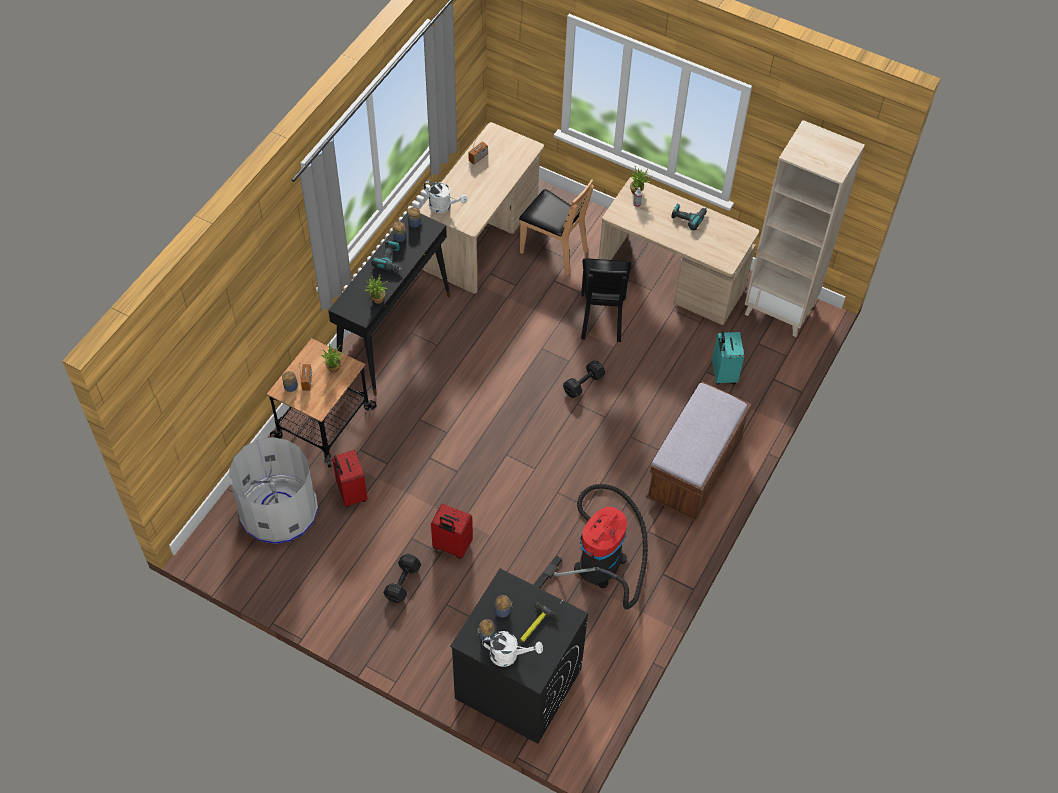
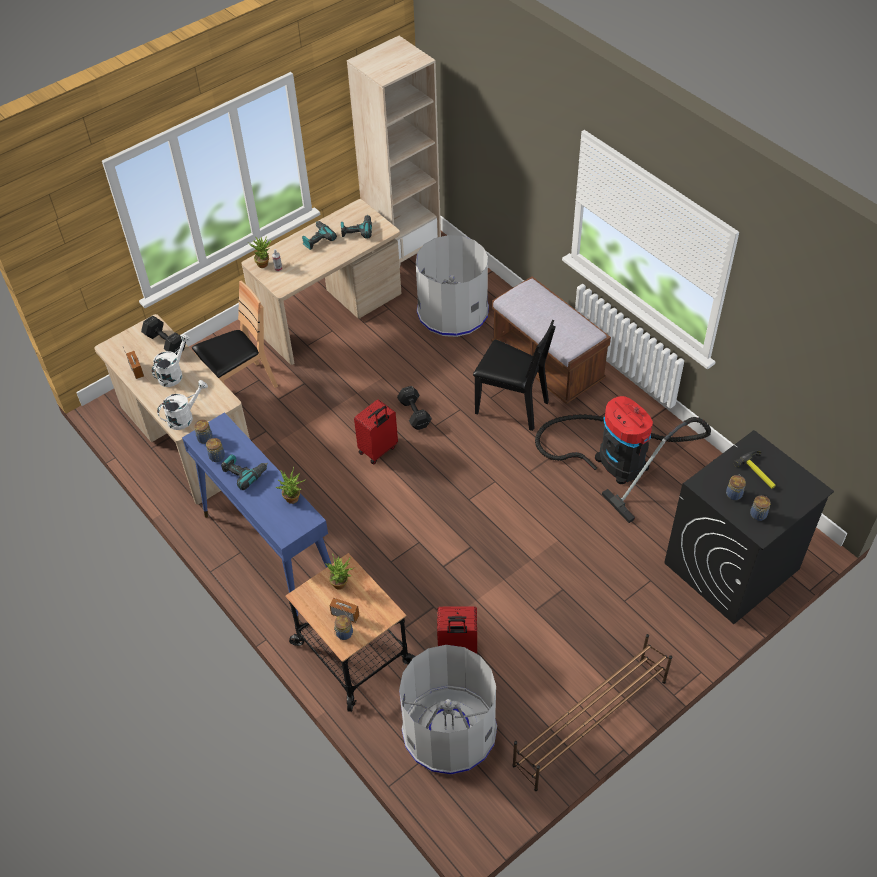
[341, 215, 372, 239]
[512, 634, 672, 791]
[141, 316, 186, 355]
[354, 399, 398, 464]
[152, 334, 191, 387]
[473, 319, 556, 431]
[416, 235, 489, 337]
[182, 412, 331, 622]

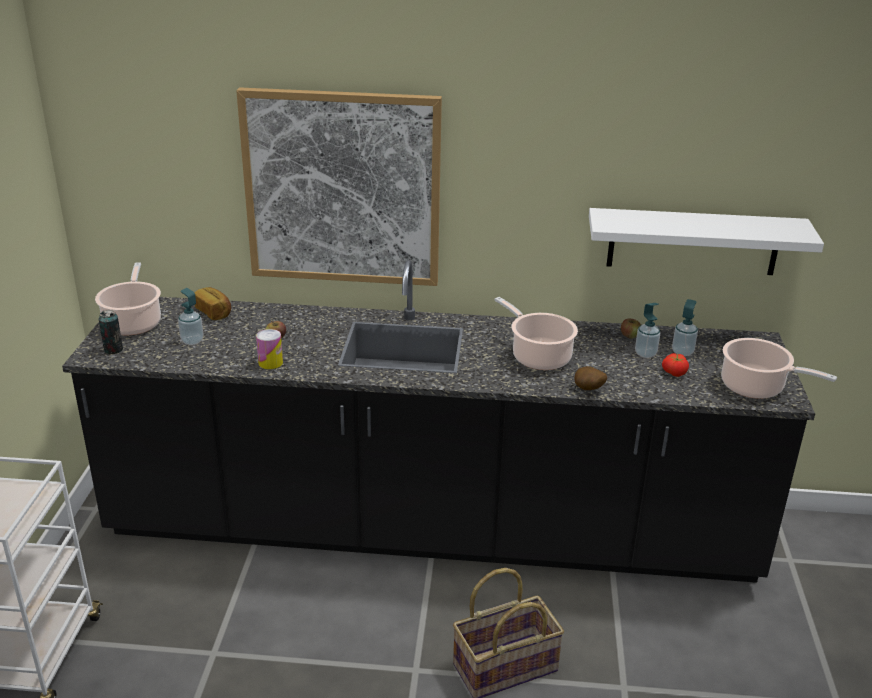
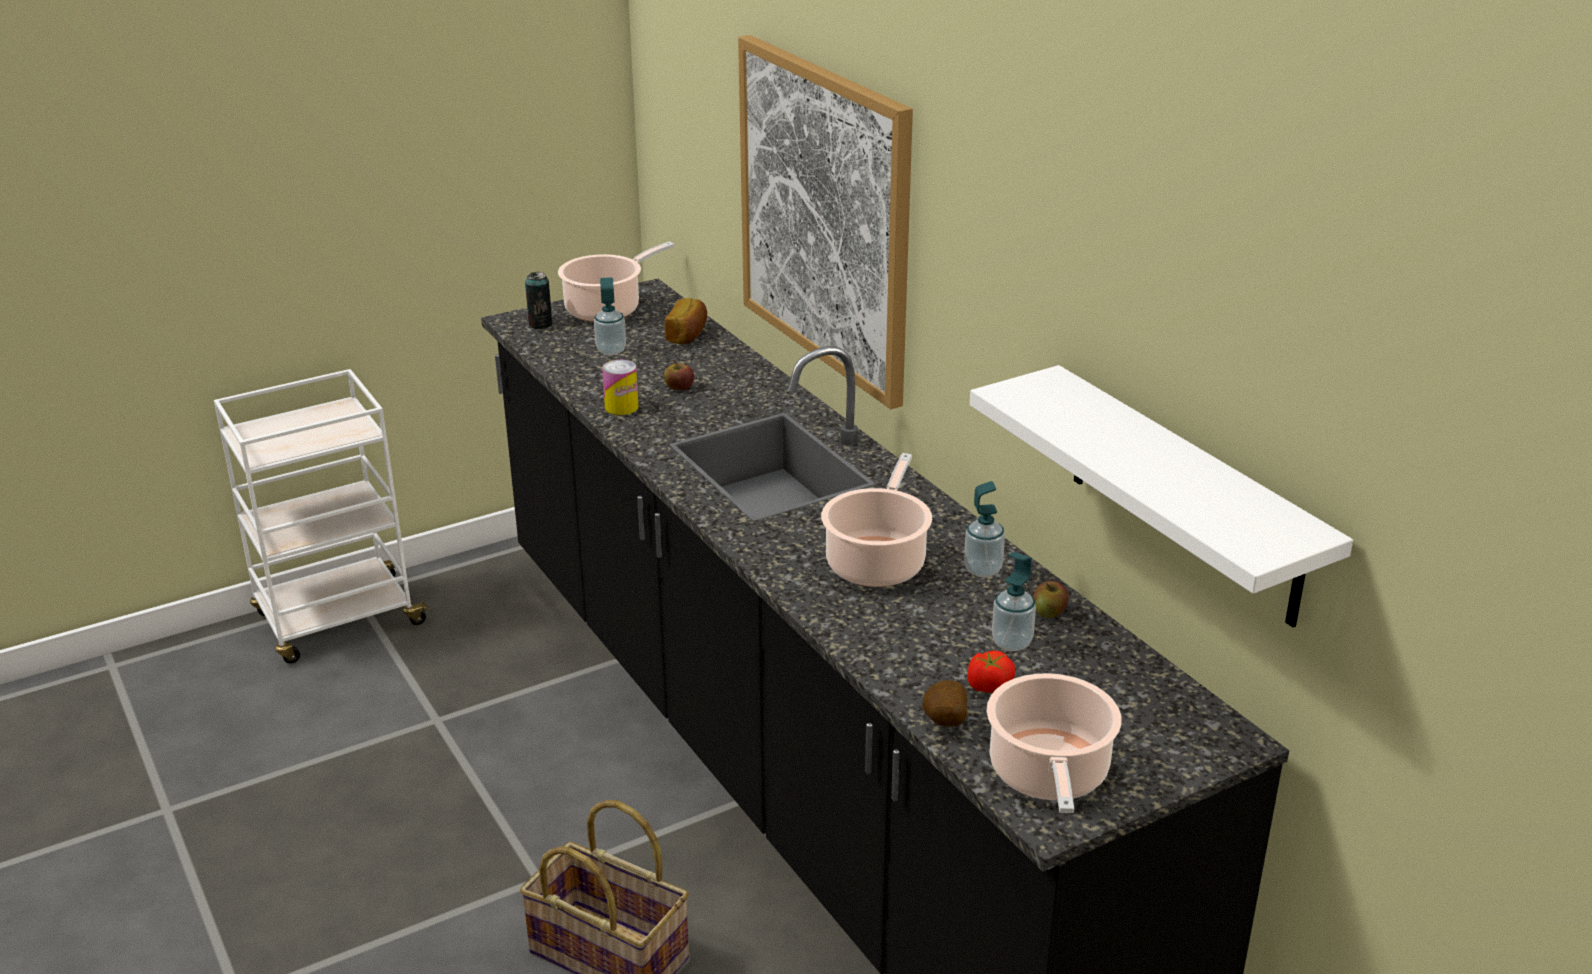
[922, 680, 967, 726]
[964, 481, 1005, 577]

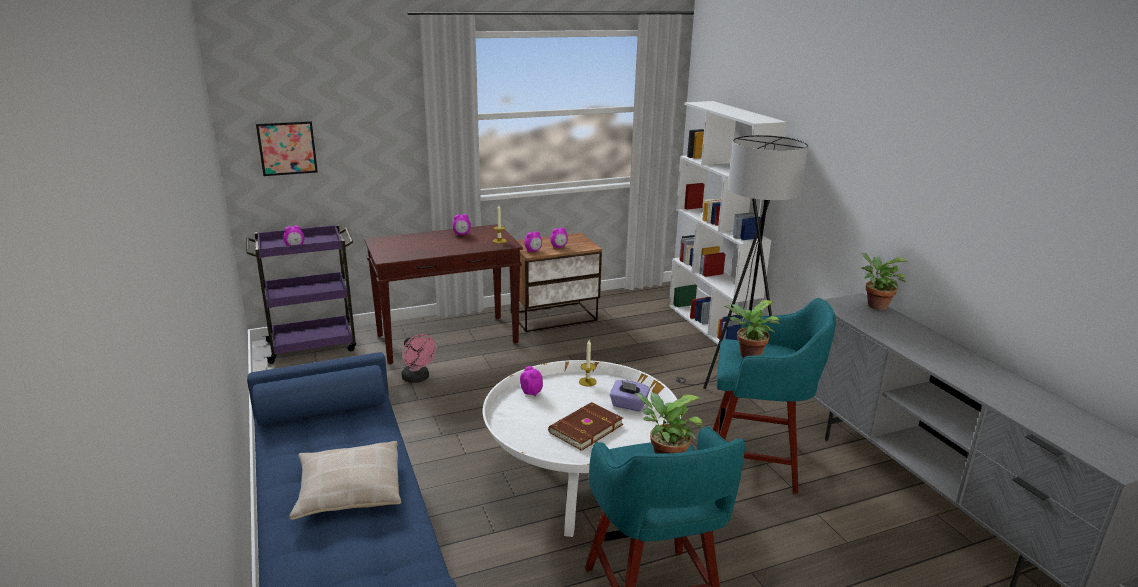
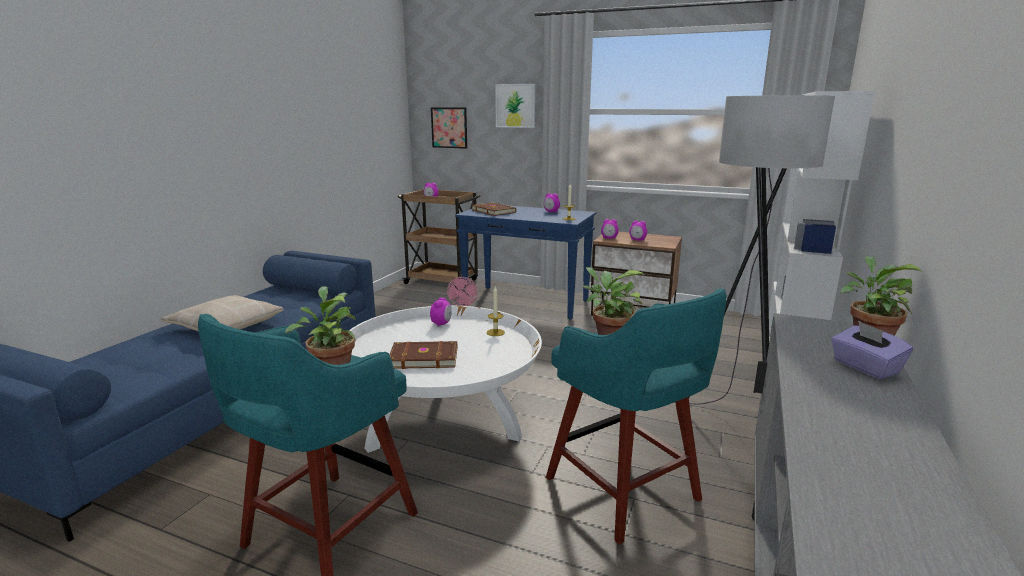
[471, 202, 516, 216]
[495, 84, 535, 128]
[831, 321, 913, 379]
[398, 189, 481, 289]
[455, 205, 596, 320]

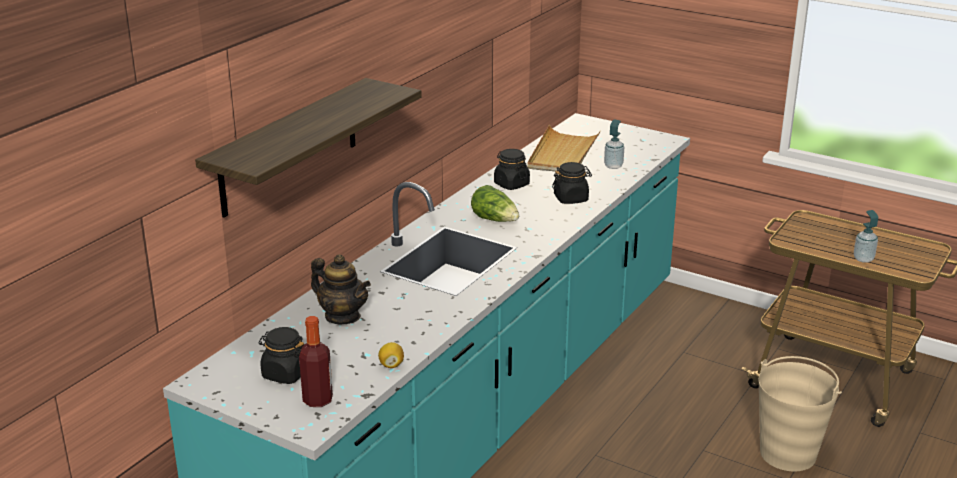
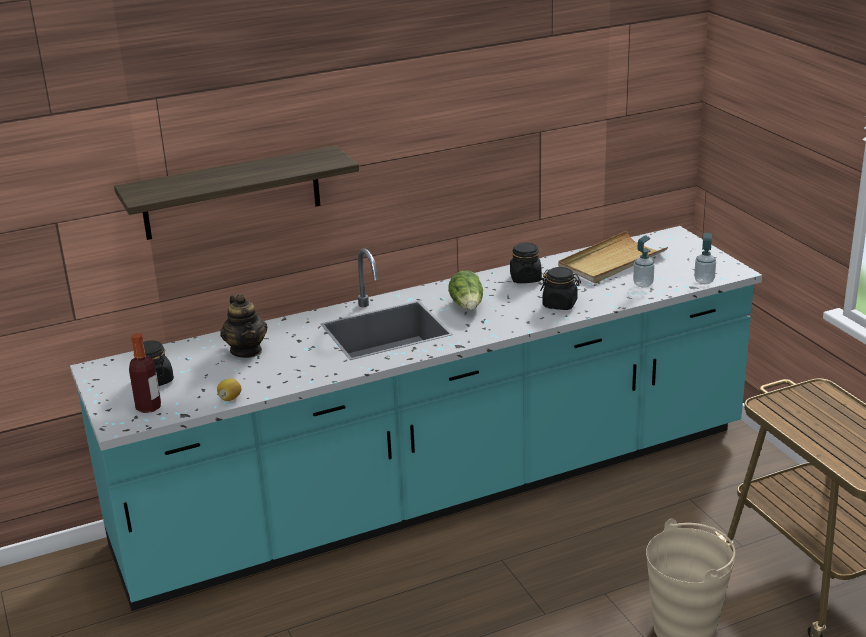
[694, 233, 716, 284]

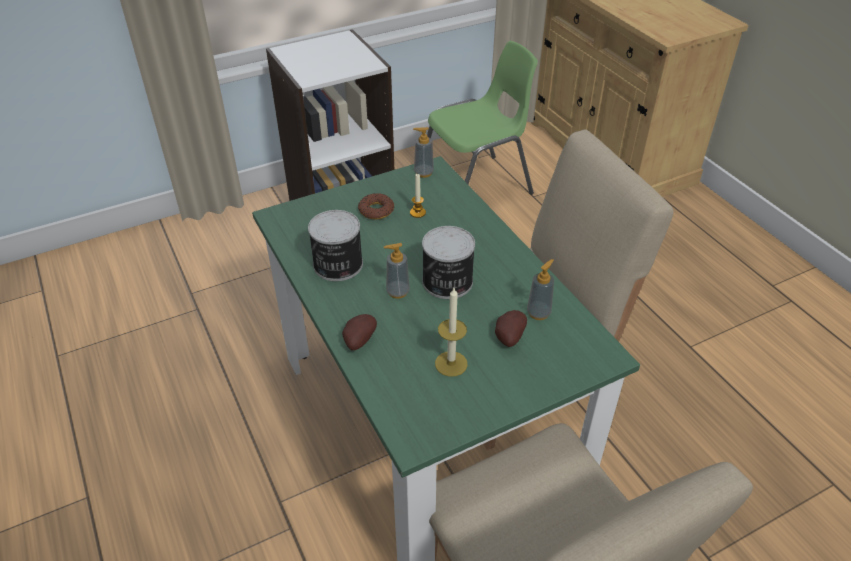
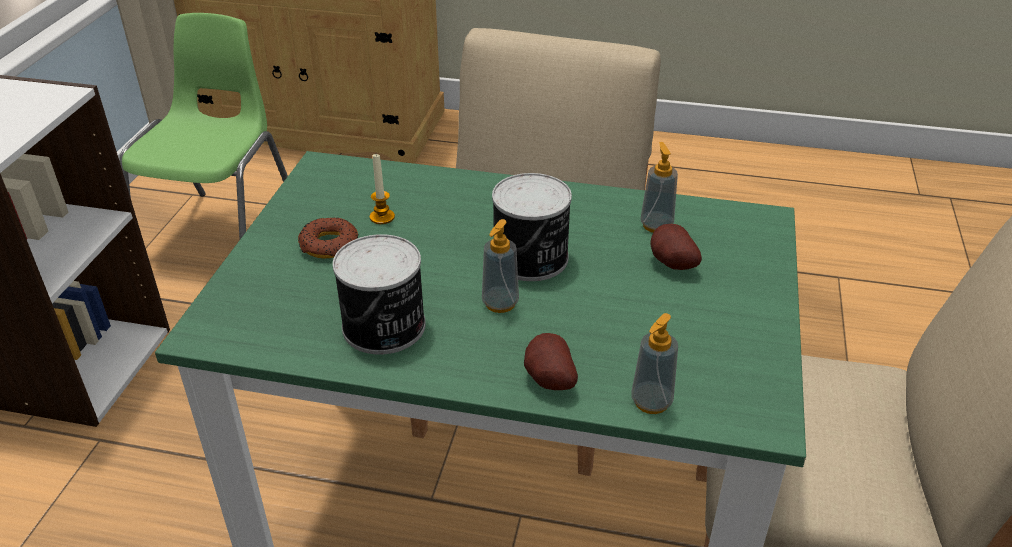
[435, 288, 468, 377] (first image)
[631, 313, 678, 414]

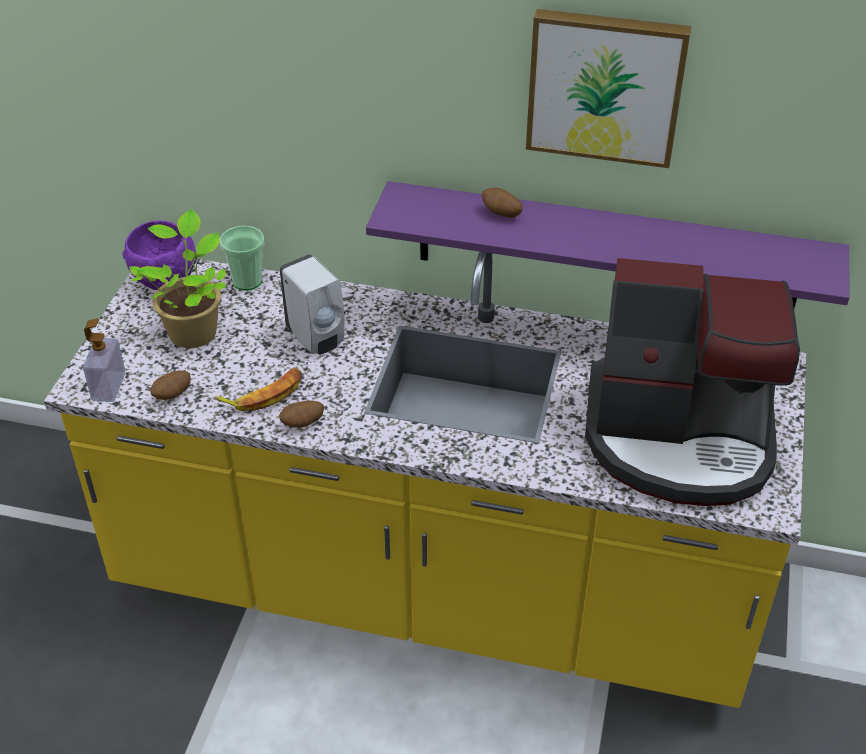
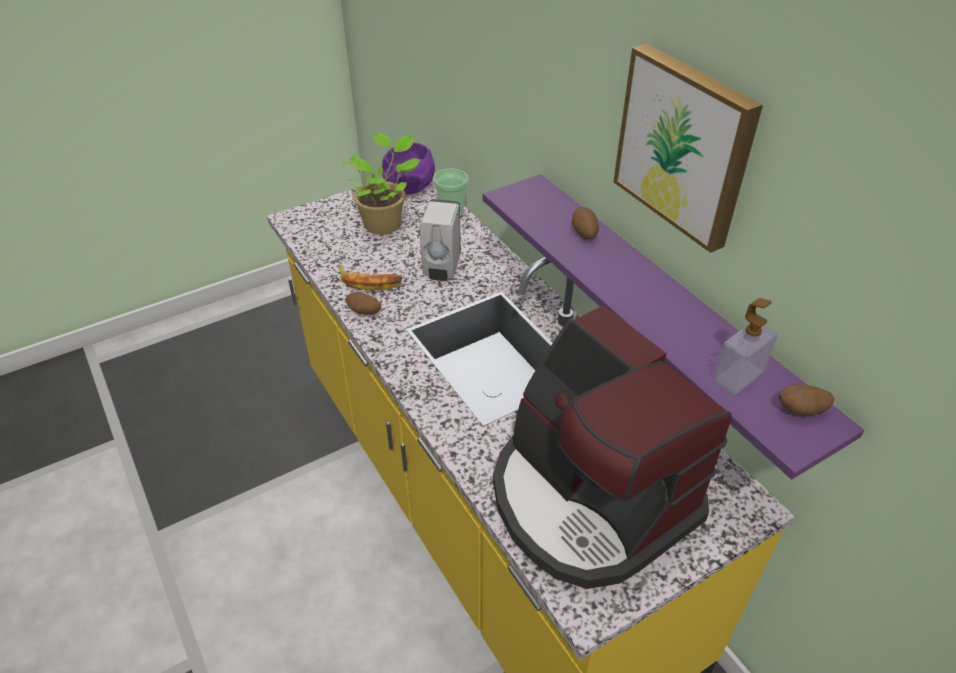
[713, 298, 778, 395]
[779, 384, 835, 415]

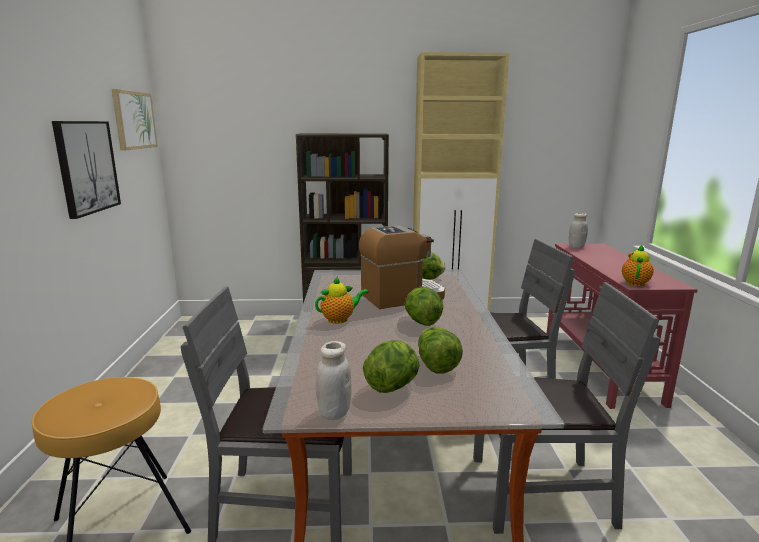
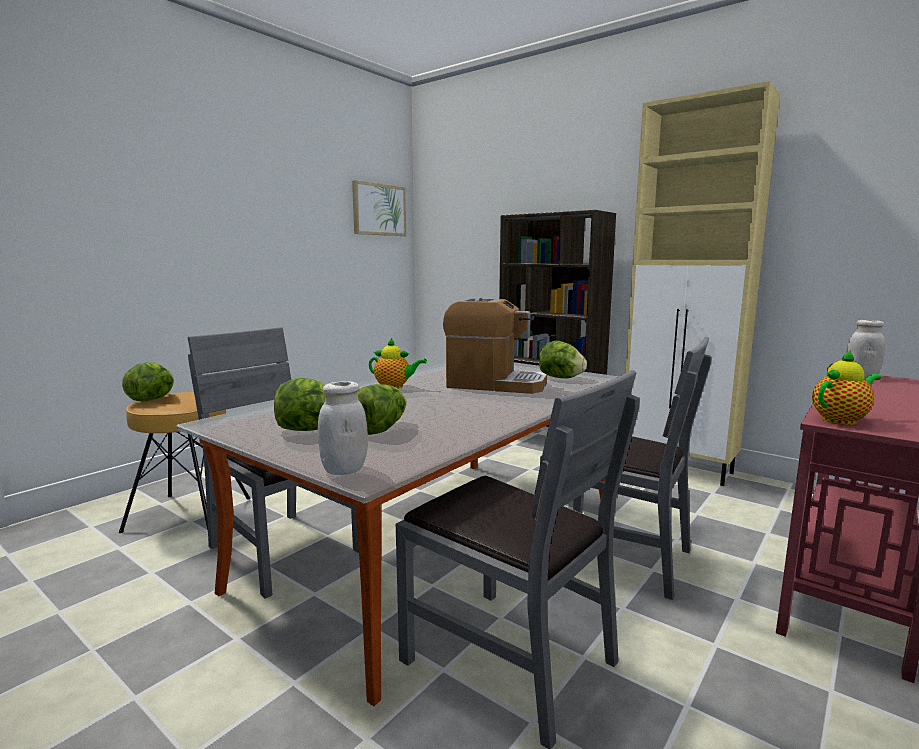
[52, 121, 121, 219] (first image)
[318, 381, 368, 475]
[122, 362, 174, 401]

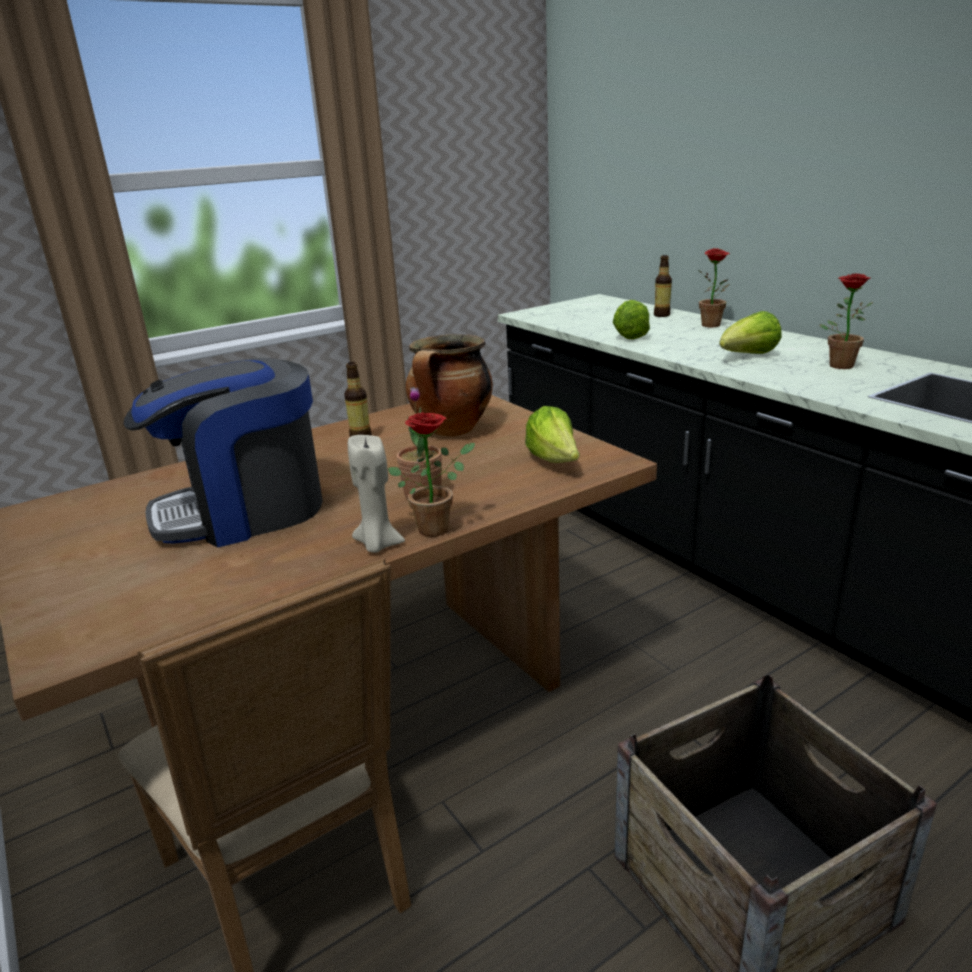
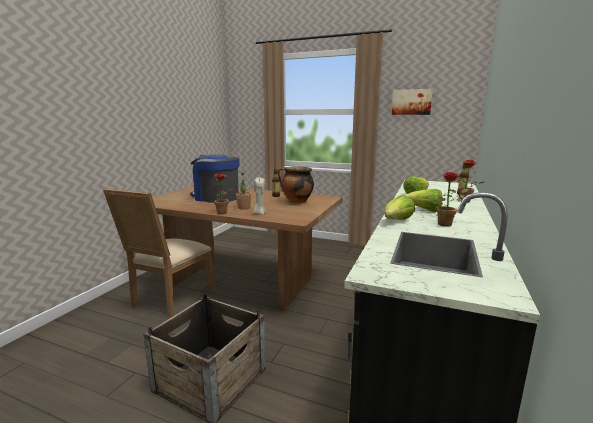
[392, 89, 433, 115]
[253, 177, 267, 215]
[385, 195, 415, 220]

